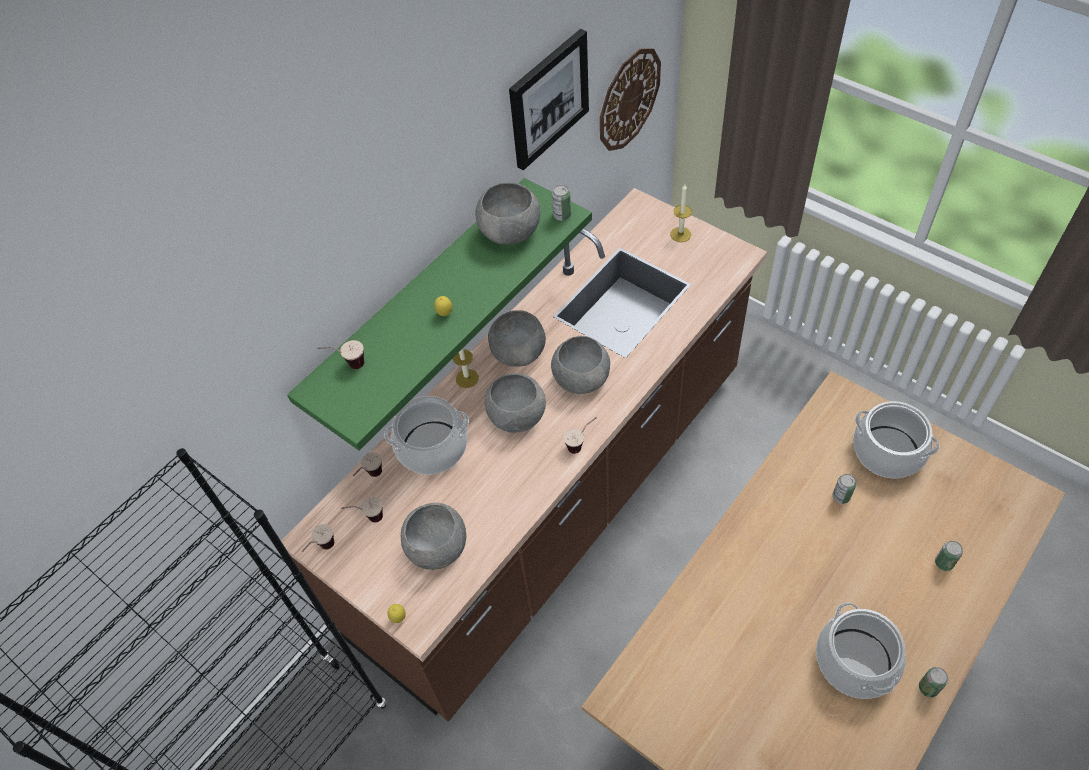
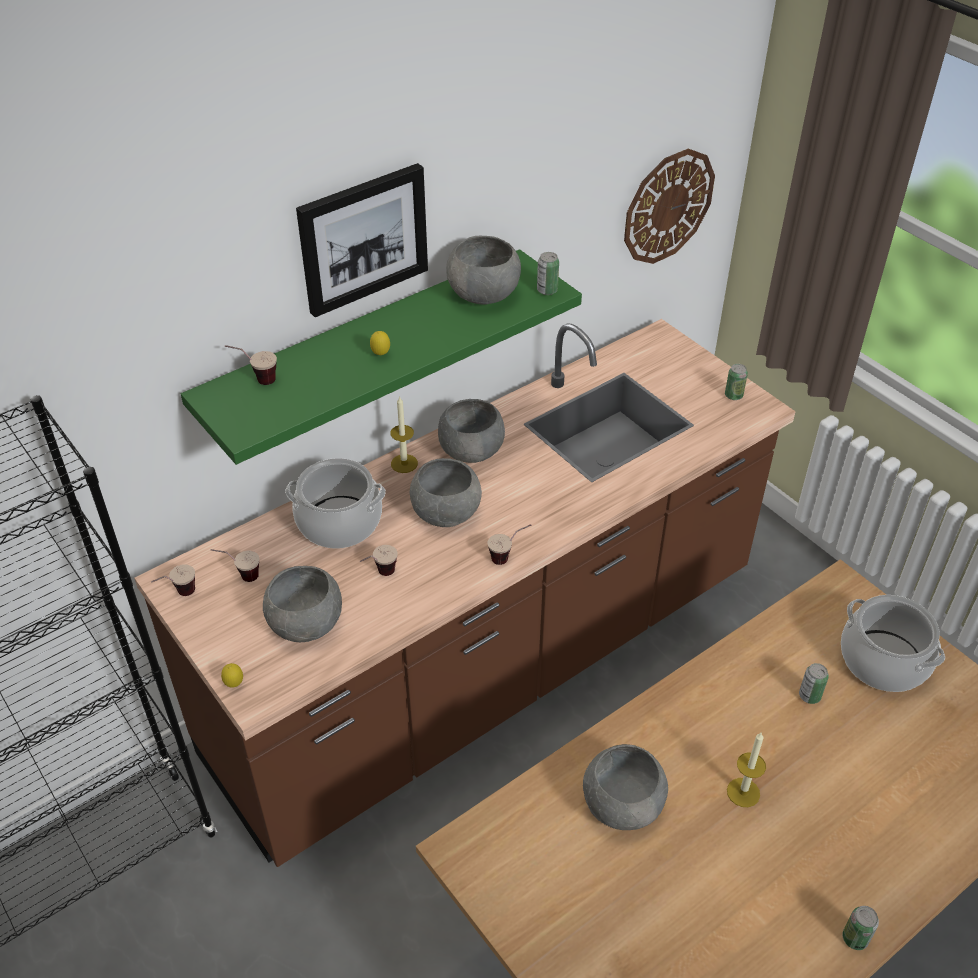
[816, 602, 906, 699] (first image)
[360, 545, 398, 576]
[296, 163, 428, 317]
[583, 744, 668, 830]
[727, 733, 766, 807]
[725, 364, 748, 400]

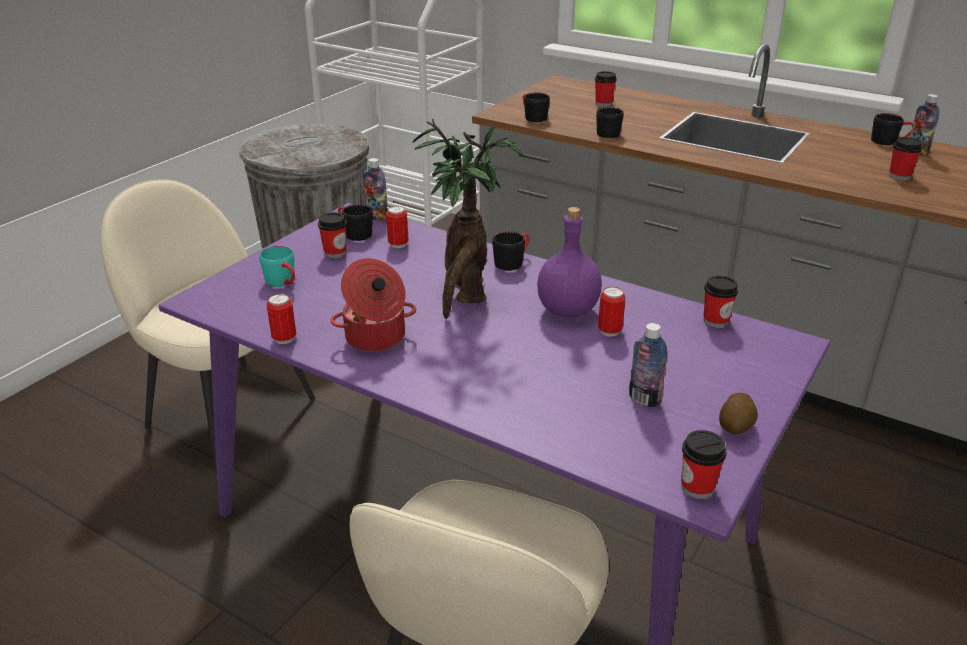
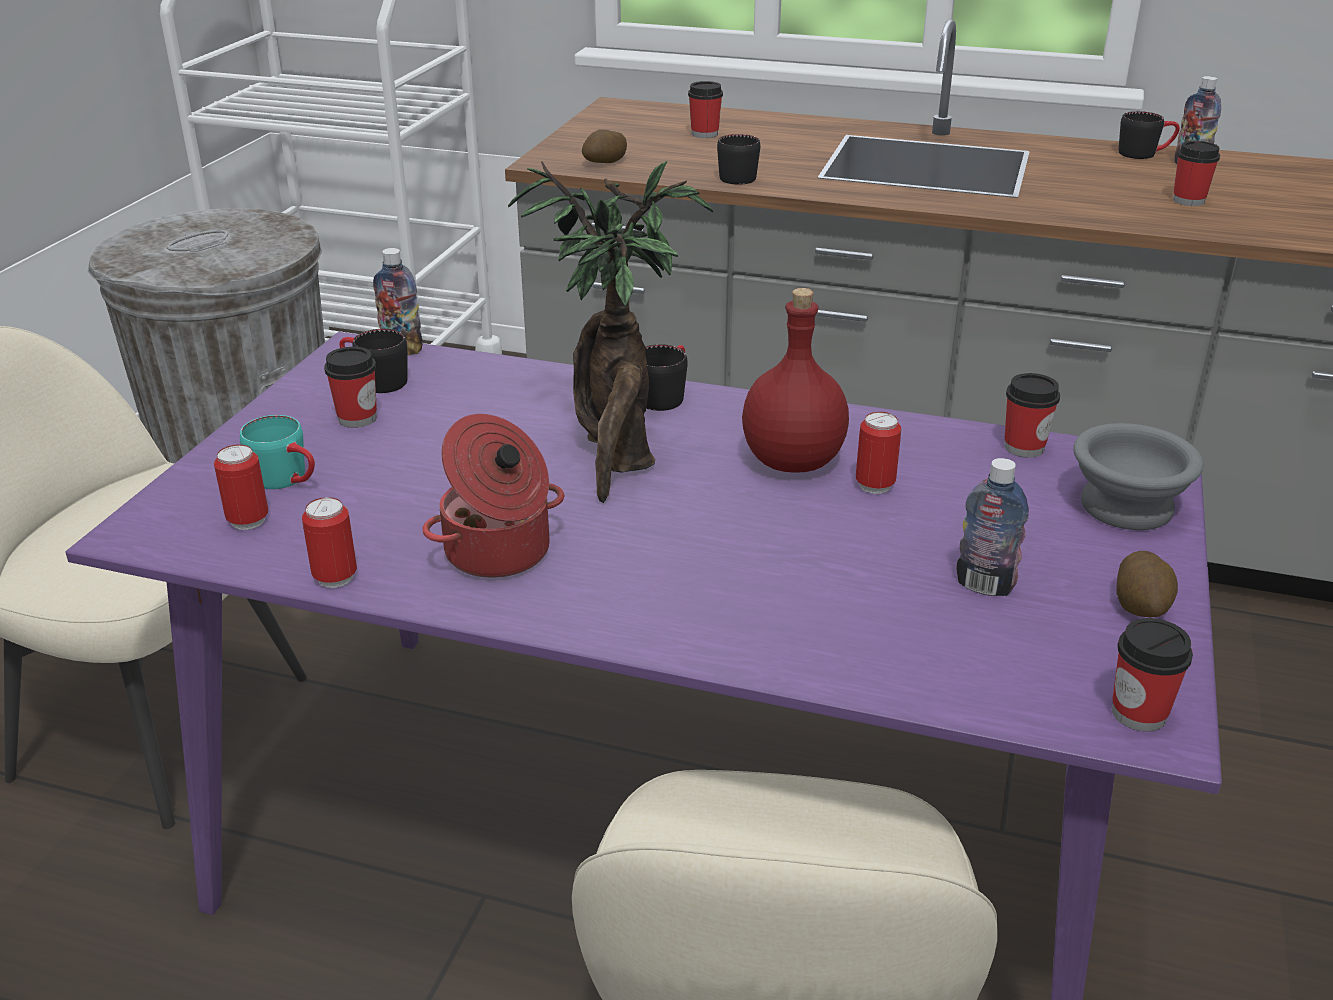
[1073, 423, 1204, 530]
[214, 444, 268, 530]
[582, 129, 627, 163]
[742, 288, 849, 473]

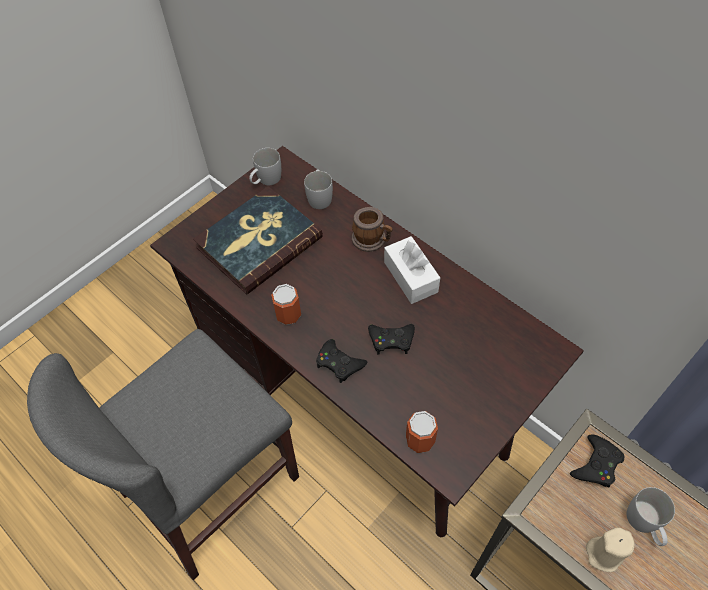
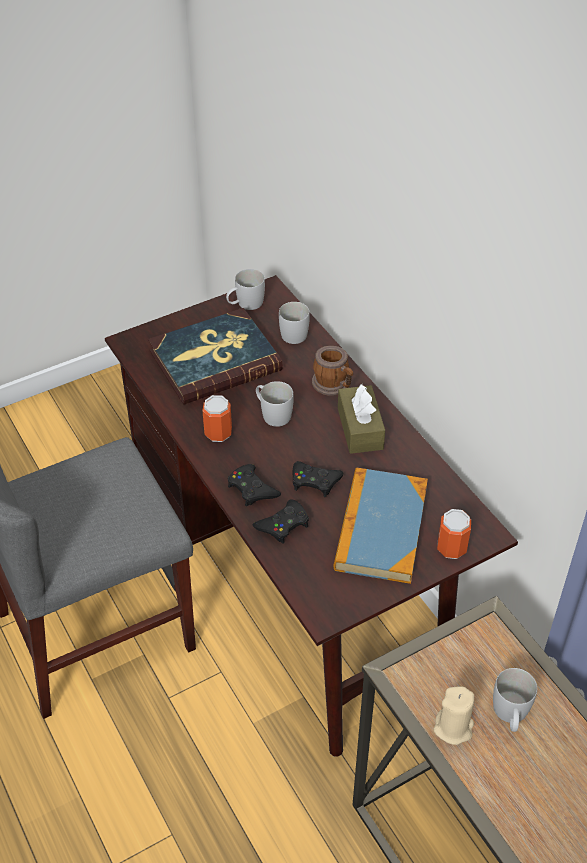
[256, 381, 294, 427]
[334, 468, 428, 584]
[437, 509, 471, 559]
[252, 499, 309, 544]
[338, 384, 385, 454]

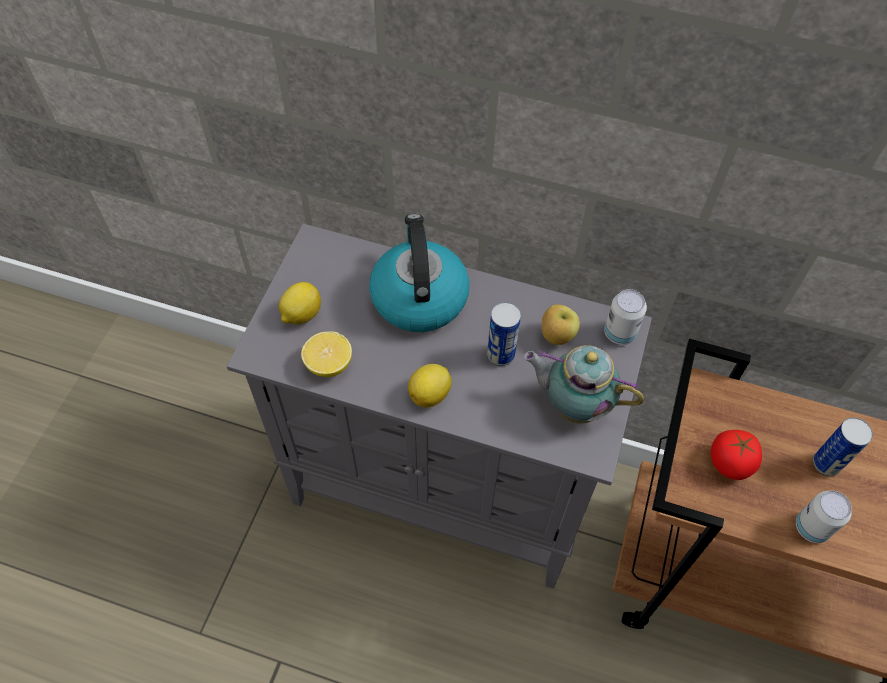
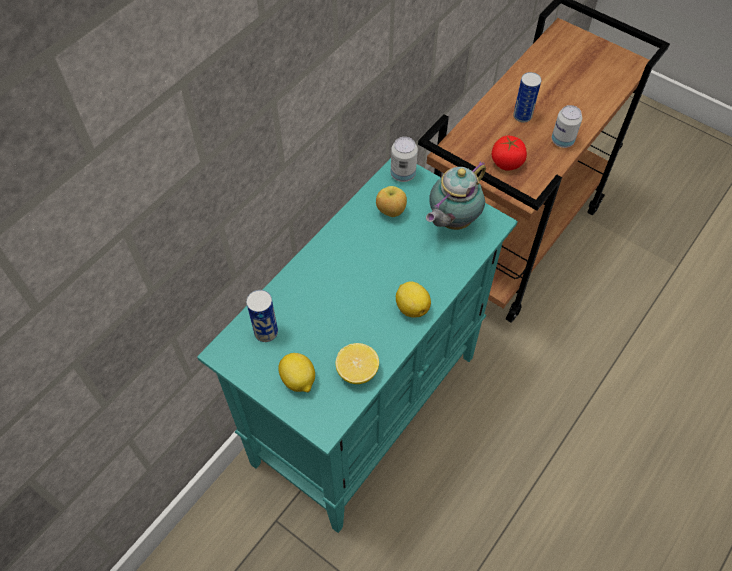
[369, 214, 469, 332] (first image)
[246, 290, 278, 342]
[197, 158, 518, 533]

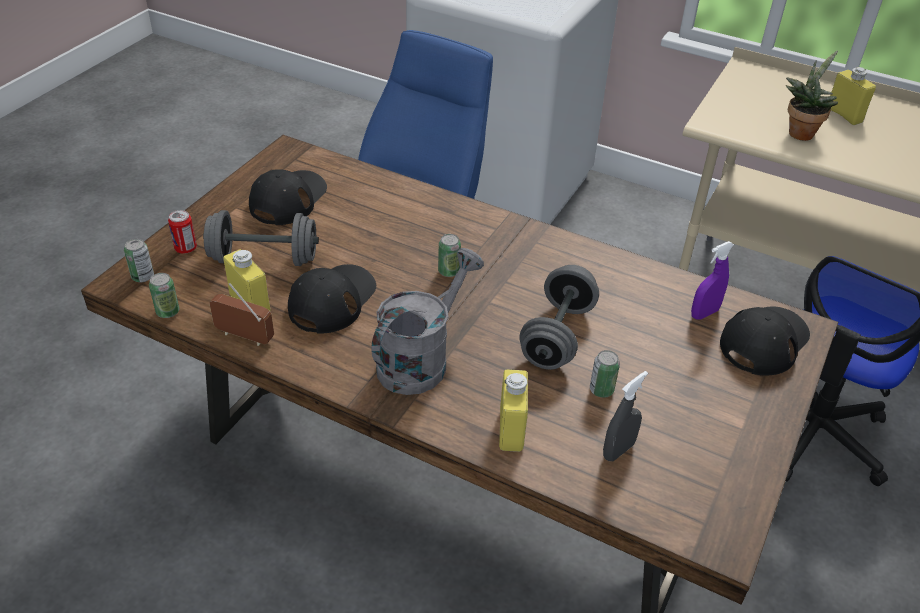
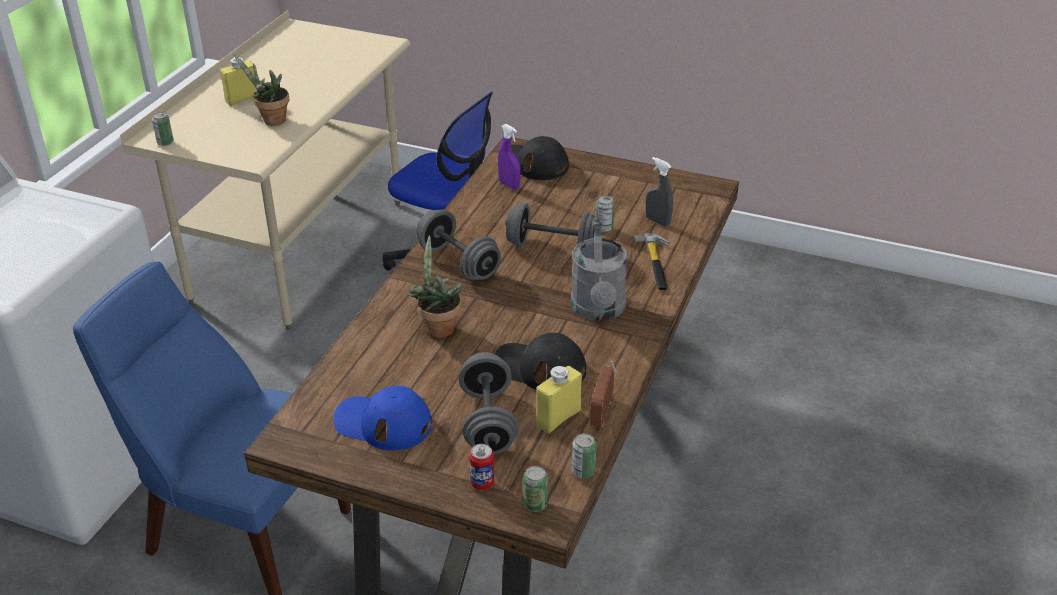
[406, 235, 463, 338]
[416, 209, 501, 280]
[152, 112, 174, 146]
[633, 233, 669, 290]
[333, 386, 432, 451]
[571, 222, 627, 321]

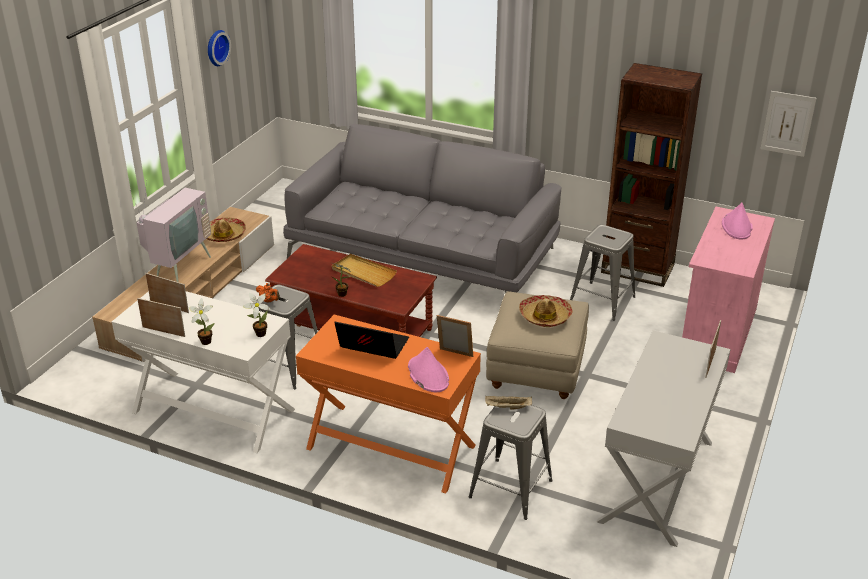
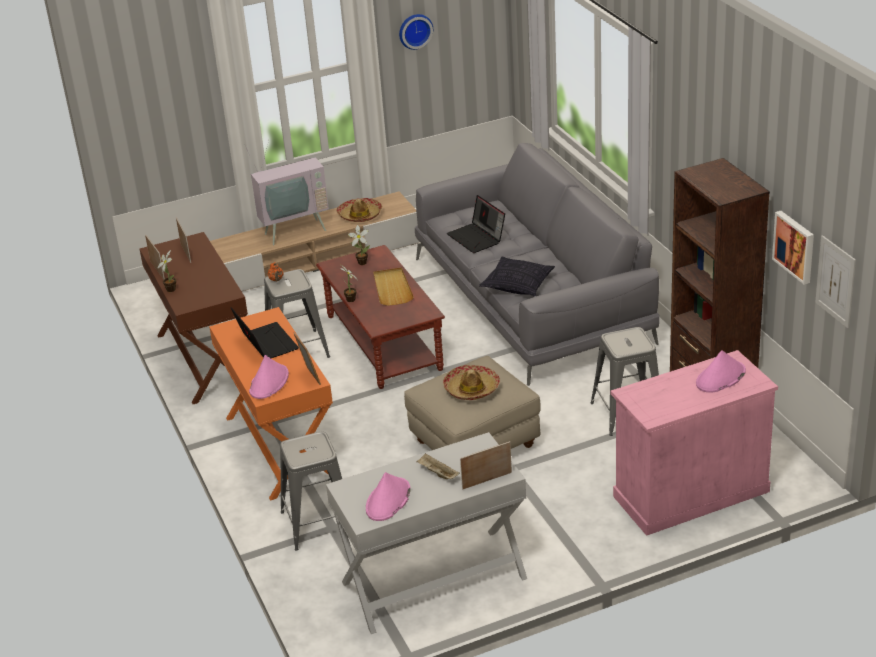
[366, 472, 411, 521]
[447, 195, 505, 253]
[479, 256, 555, 296]
[772, 211, 814, 285]
[348, 225, 370, 265]
[417, 453, 460, 479]
[139, 232, 248, 404]

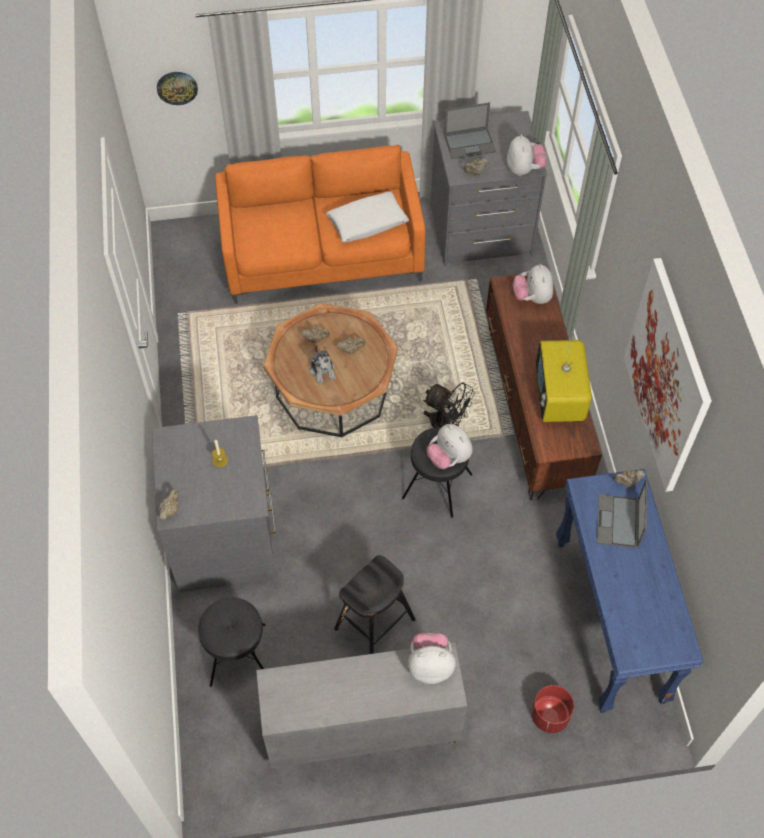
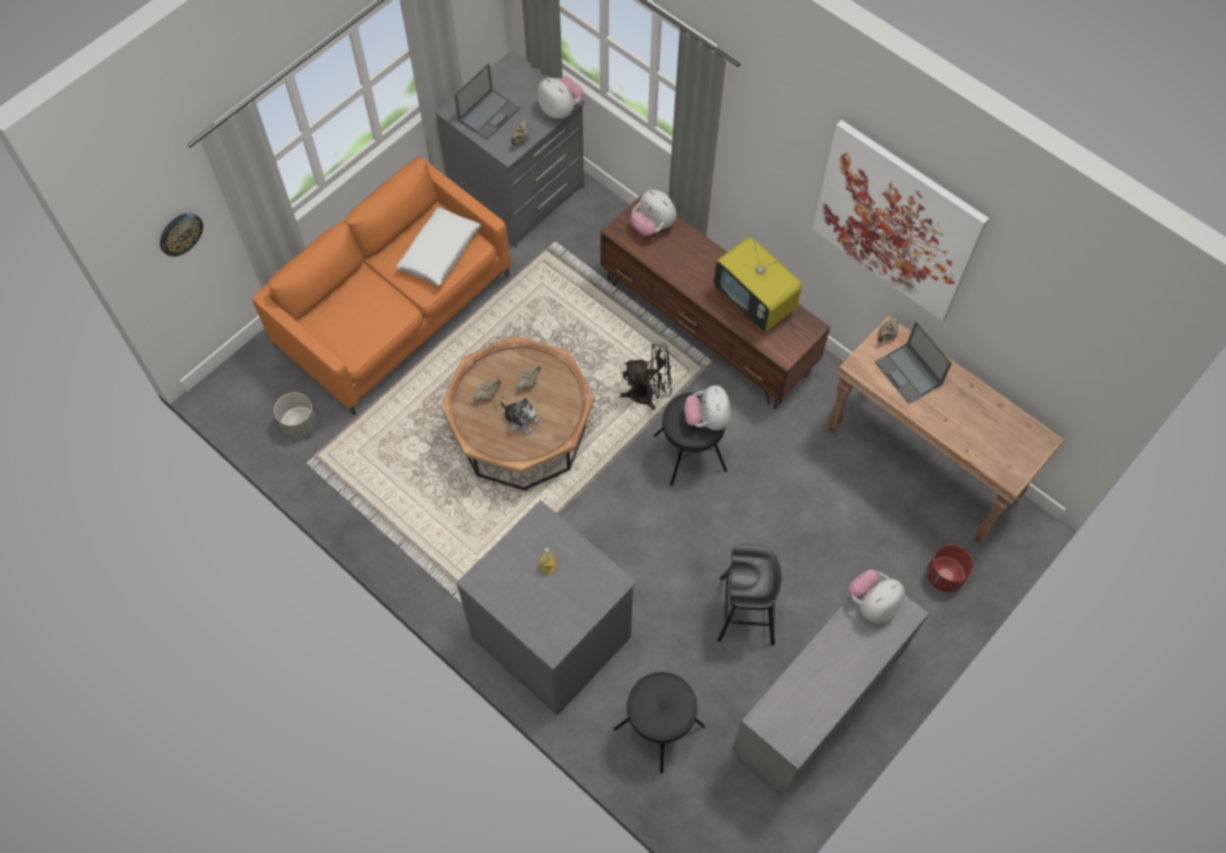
[159, 489, 178, 520] (first image)
[274, 392, 317, 439]
[826, 315, 1064, 543]
[684, 385, 731, 430]

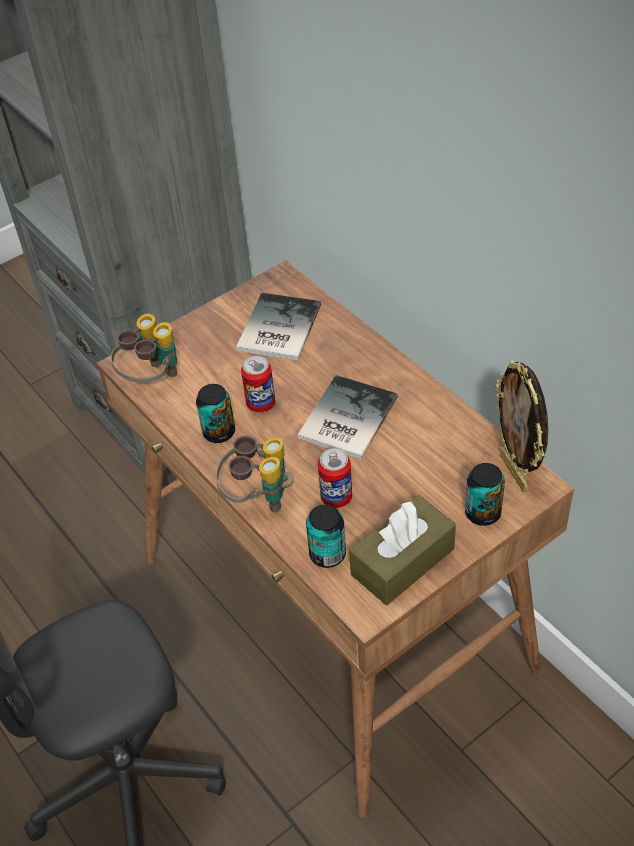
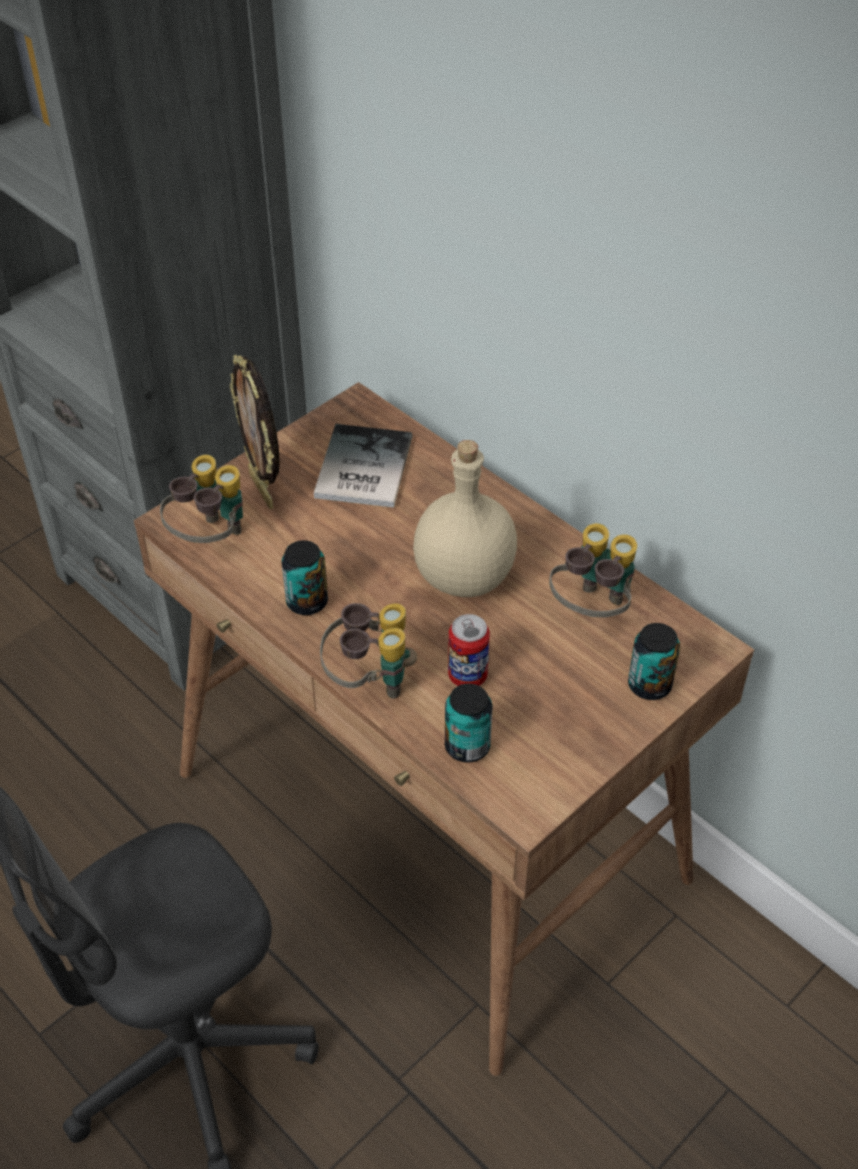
[241, 356, 275, 412] (first image)
[349, 495, 456, 605] (first image)
[549, 523, 637, 618]
[230, 355, 280, 509]
[413, 440, 517, 597]

